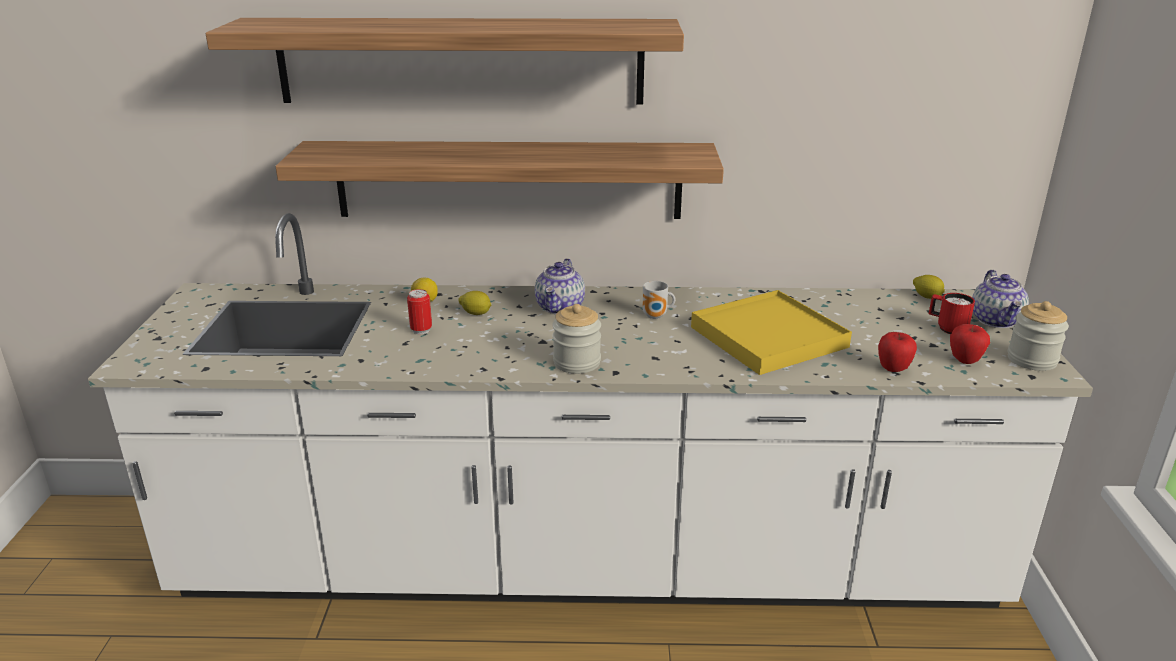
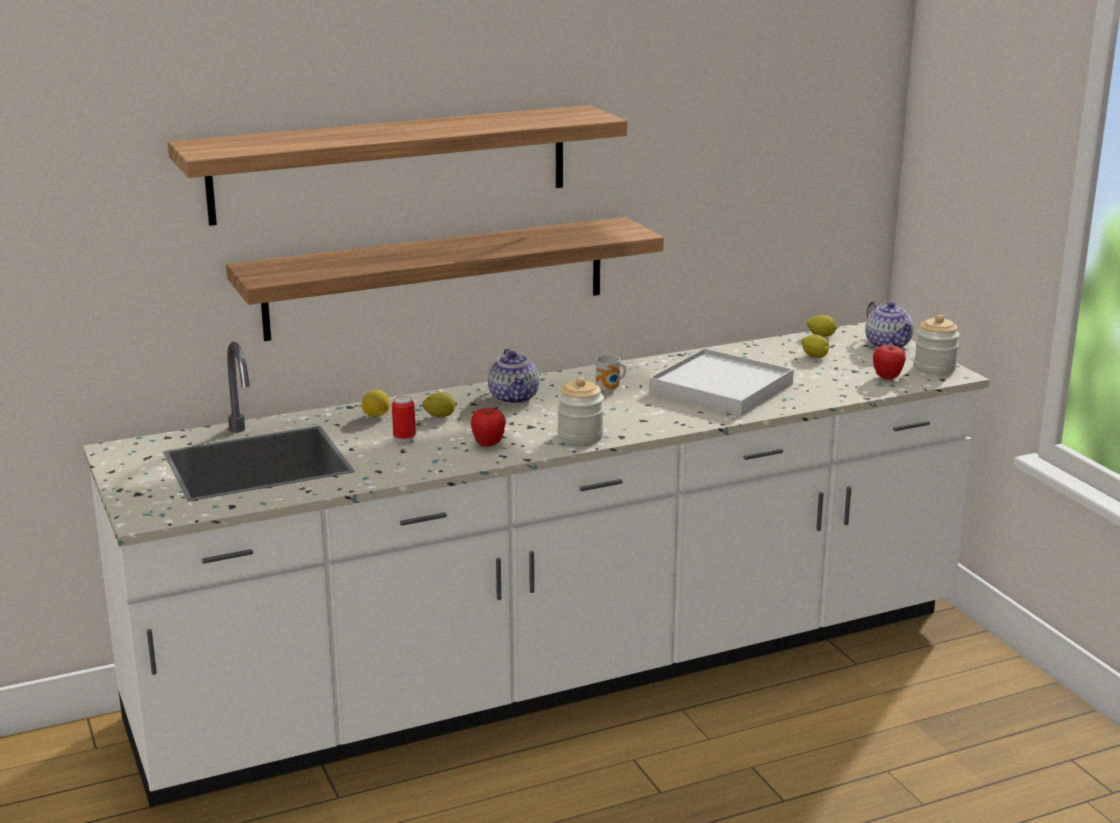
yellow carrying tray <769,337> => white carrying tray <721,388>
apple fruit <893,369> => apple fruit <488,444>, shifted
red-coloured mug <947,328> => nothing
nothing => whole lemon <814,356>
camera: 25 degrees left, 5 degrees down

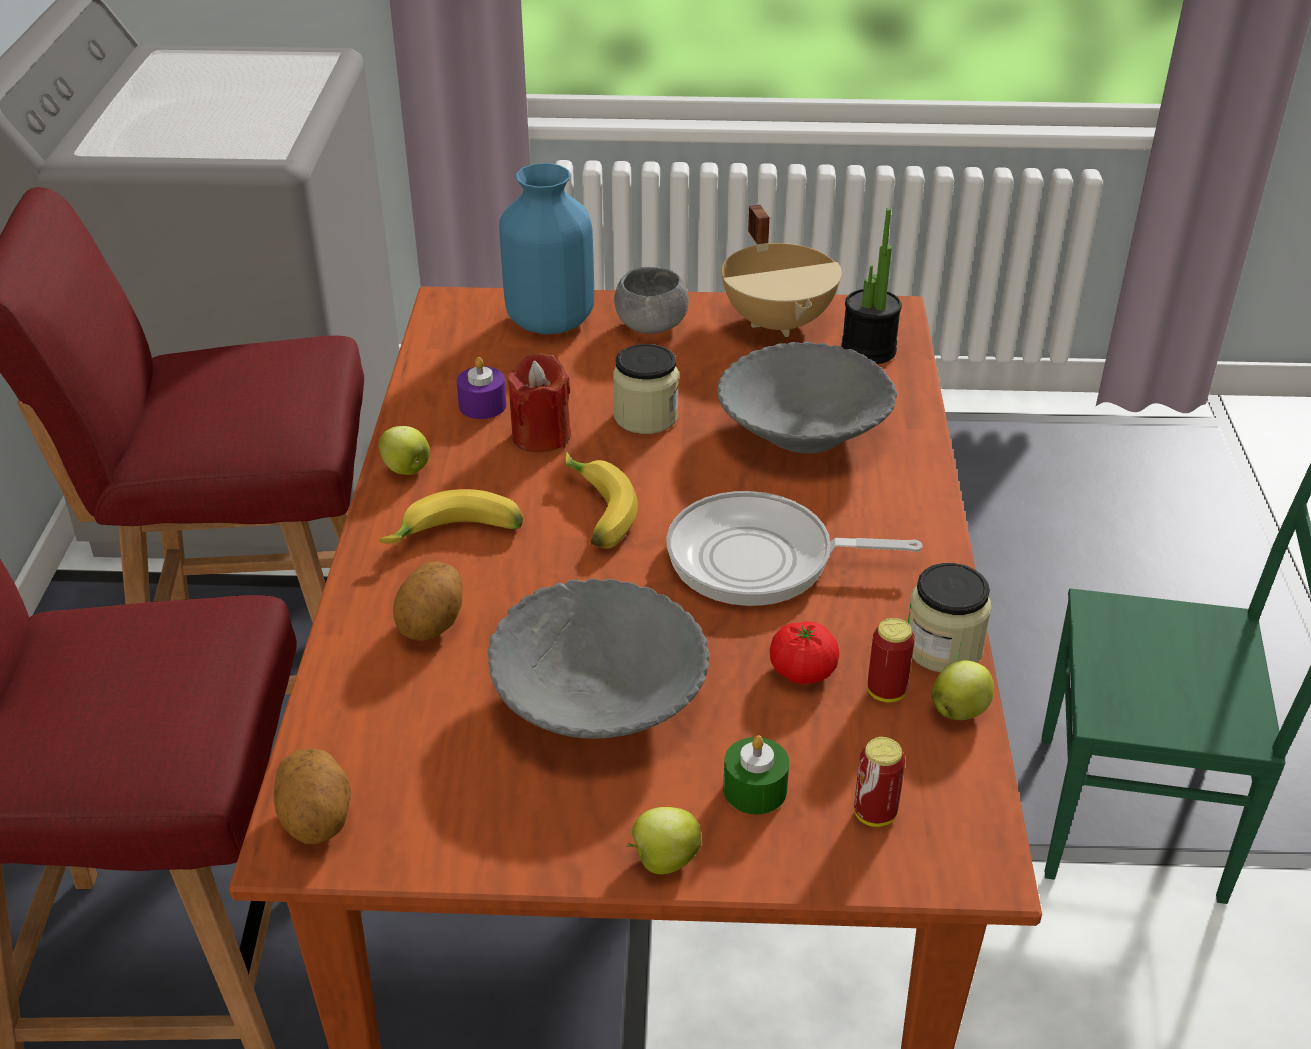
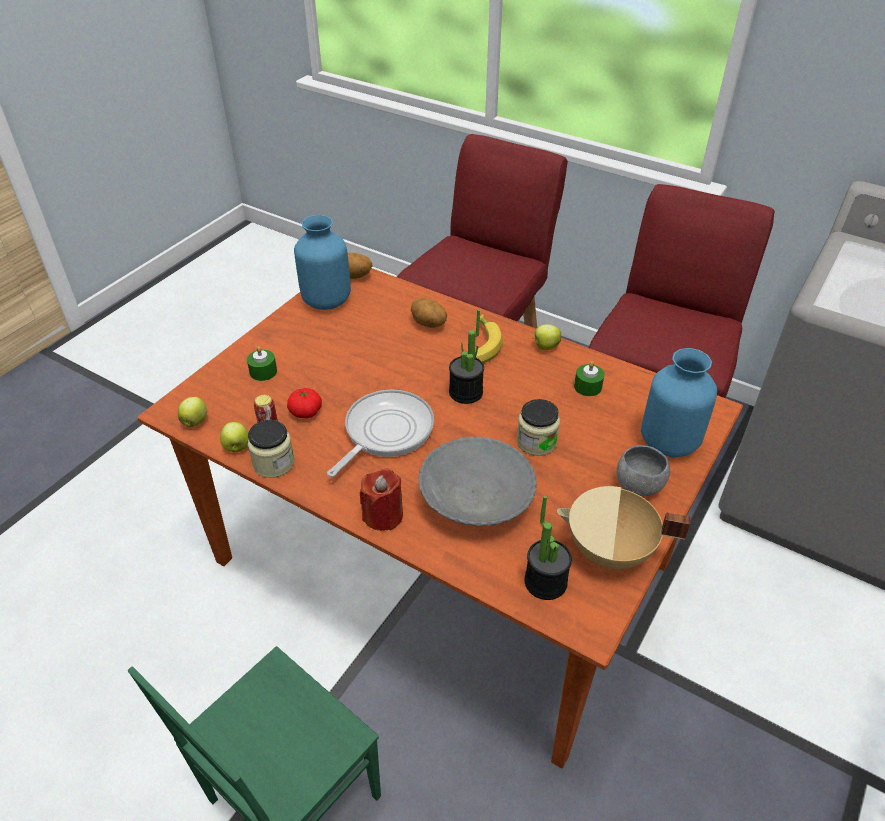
purple-coloured wax candle <482,405> => greenish wax candle <587,387>
greyish bowl <599,699> => nothing
red-coloured wax candle <541,436> => red-coloured wax candle <383,515>, shifted
banana <594,513> => plant in a pot <465,392>
apple fruit <663,861> => apple fruit <195,421>, shifted
can <875,814> => nothing
nothing => blue-coloured flower vase <327,300>
camera: 120 degrees right, 5 degrees up

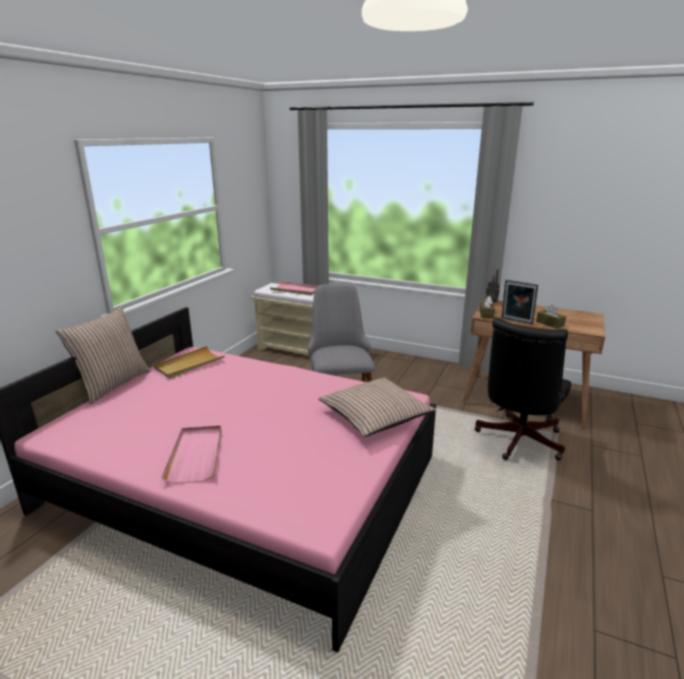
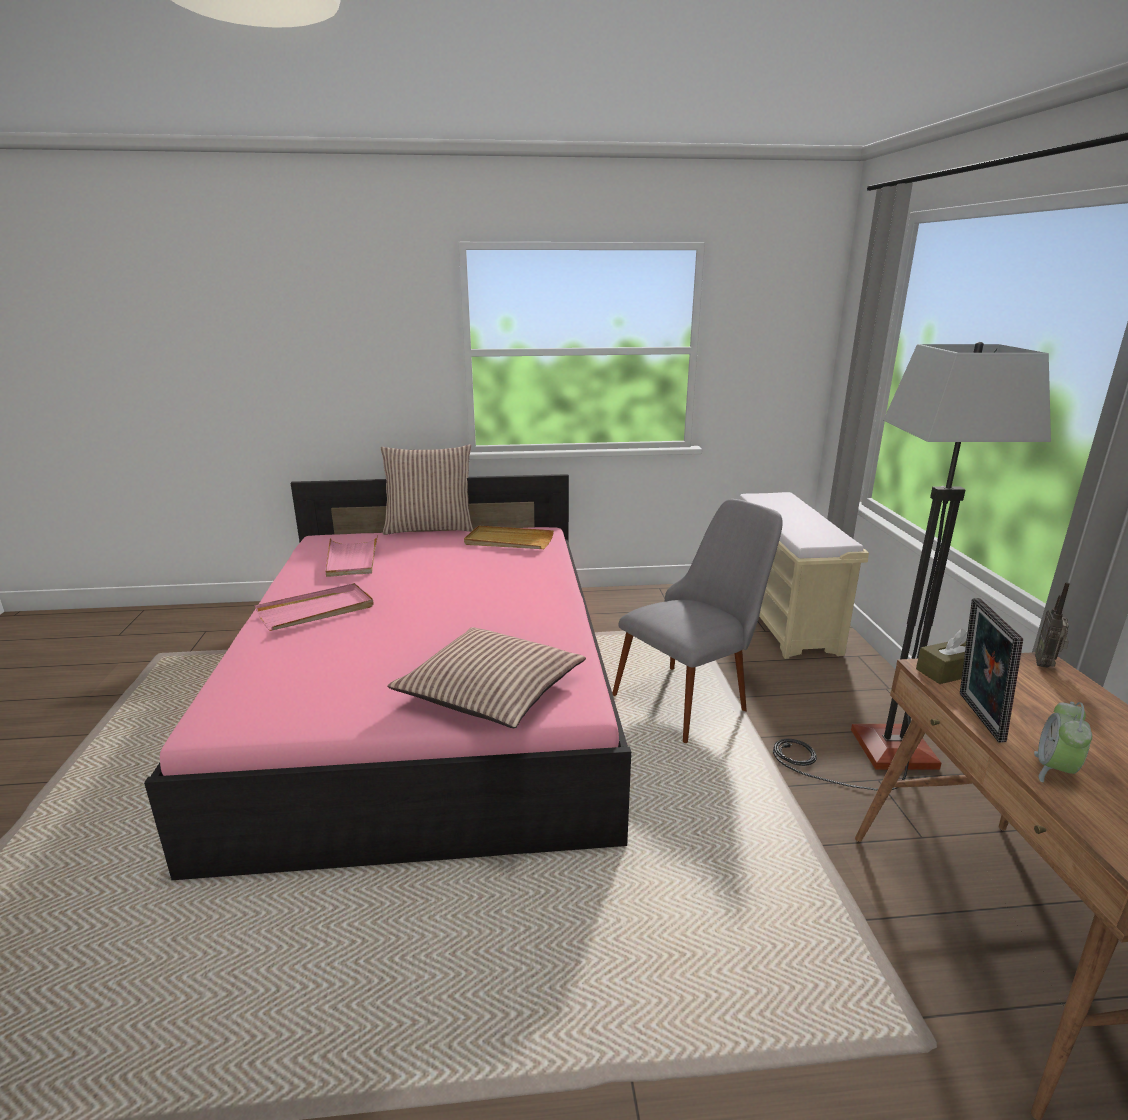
pinkish carrying tray <295,290> => pinkish carrying tray <352,559>, shifted
black-coloured desk chair <517,441> => nothing
brown-coloured tissue holder <550,324> => table clock <1054,770>
nothing => standard lamp <873,753>
camera: 60 degrees right, 0 degrees up

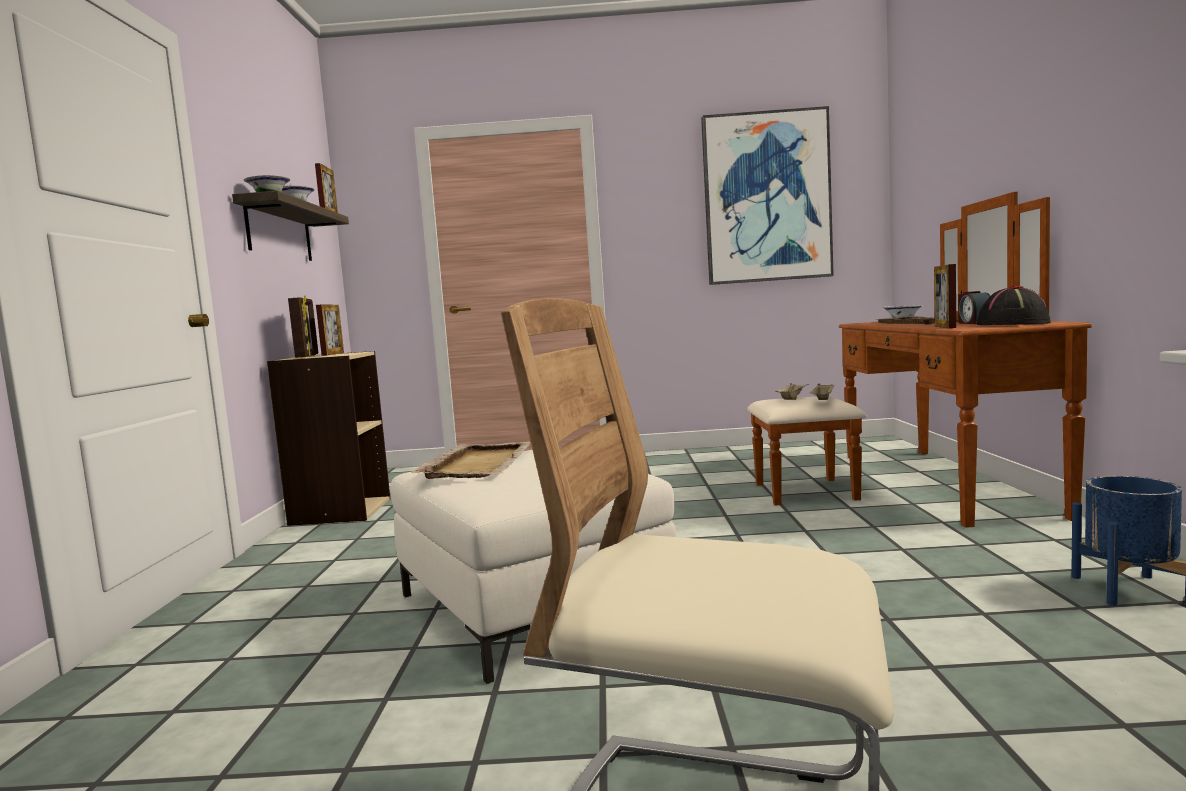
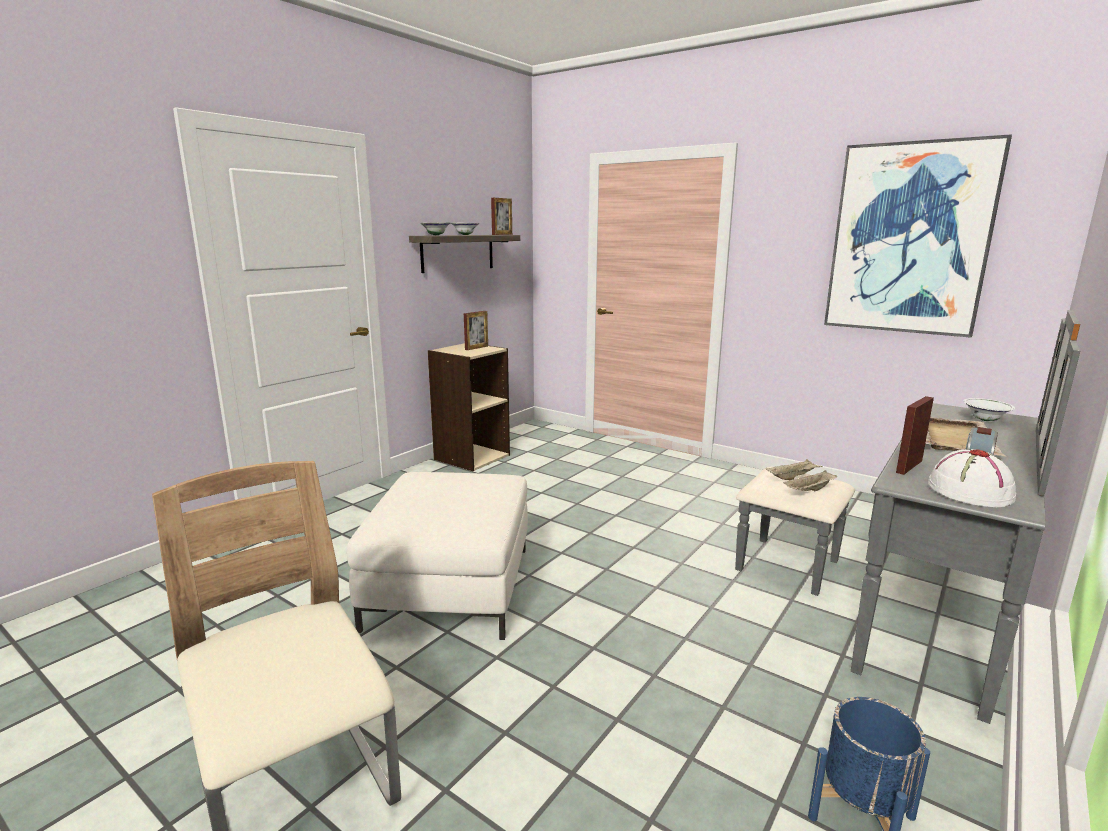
standing frame <308,356> => nothing
beige-coloured carrying tray <478,464> => nothing
brown-coloured drawer chest <910,485> => greyish drawer chest <898,599>
black-coloured clothing hat <1012,324> => white clothing hat <969,491>
camera: 35 degrees right, 10 degrees up

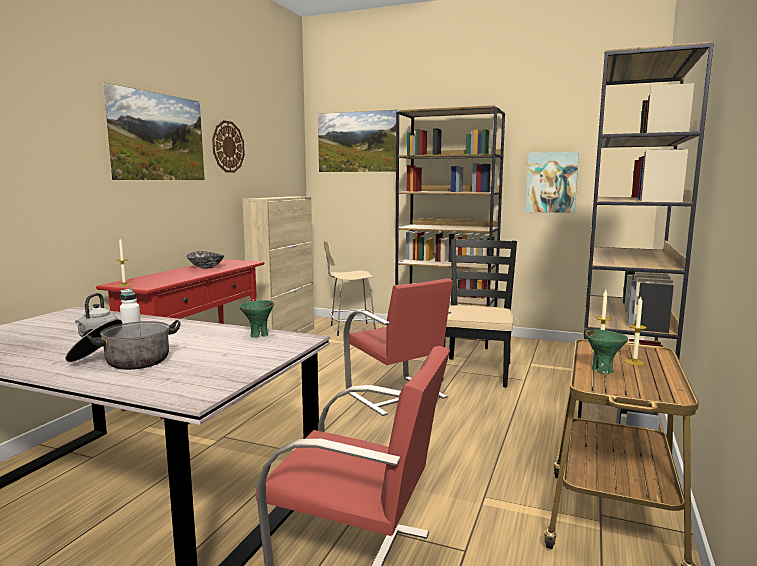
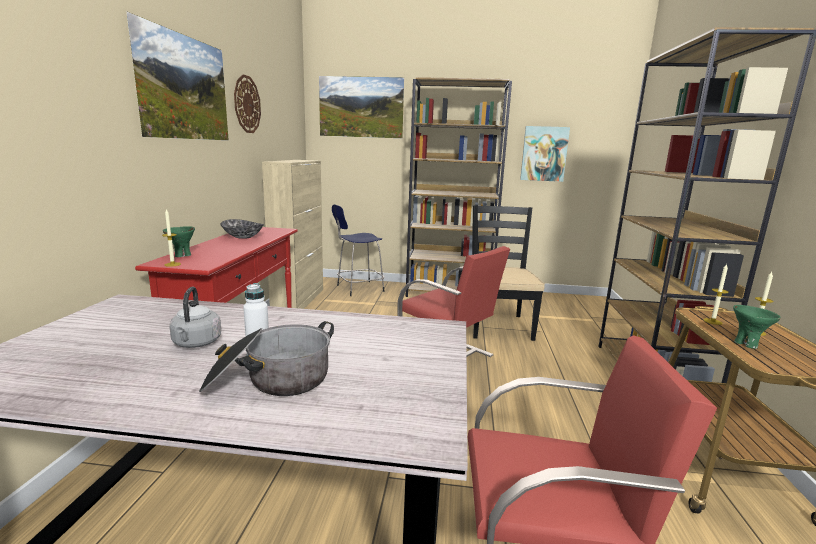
greenish bowl <258,335> => greenish bowl <182,255>, shifted
beige-coloured stool <350,329> => blue-coloured stool <358,288>
camera: 15 degrees left, 5 degrees up

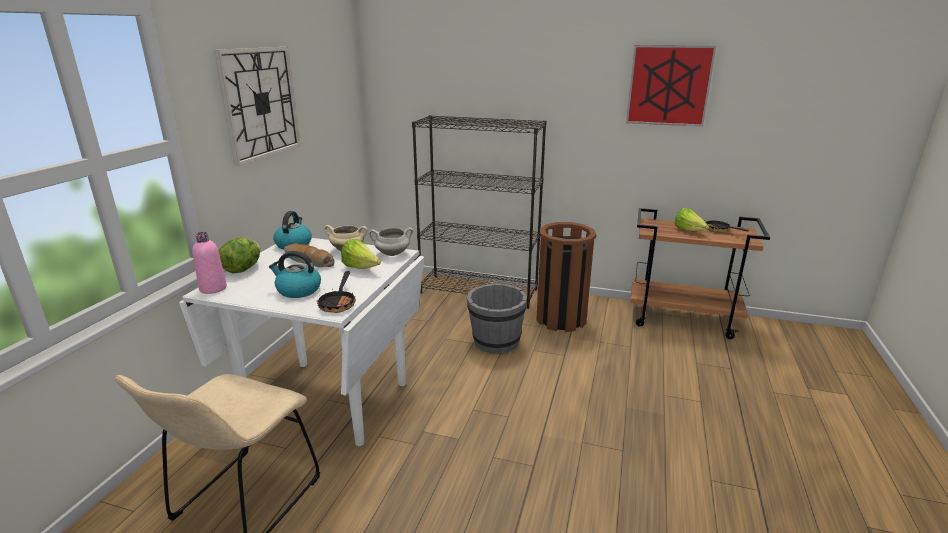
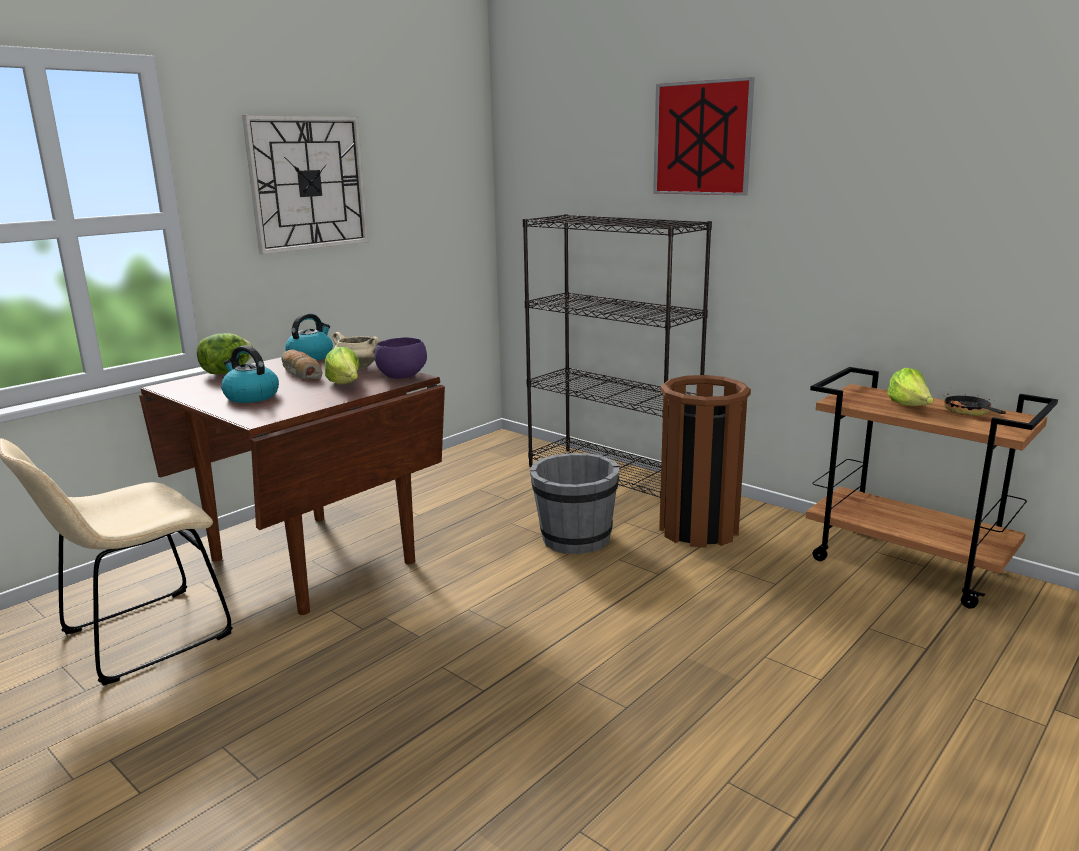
white dinner table <329,399> => brown-coloured dinner table <314,560>
pinkish drink bottle <213,288> => nothing
skillet <339,303> => nothing
white cooking pot <392,254> => purple-coloured bowl <401,376>
wall picture <669,85> => wall picture <702,138>, shifted
camera: 25 degrees right, 5 degrees down

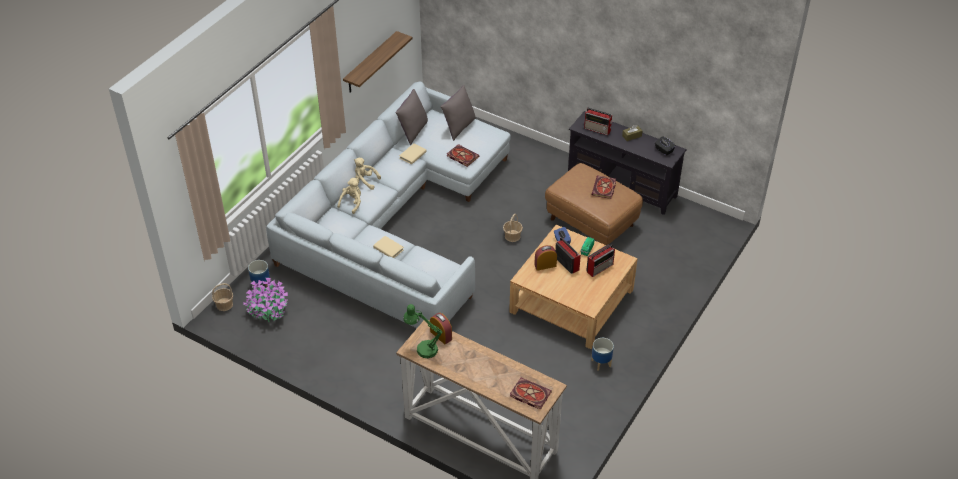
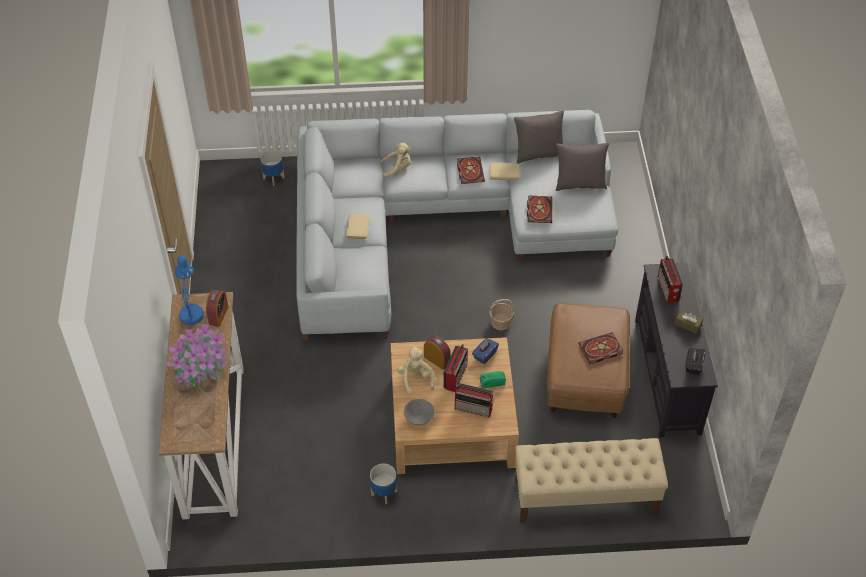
basket <224,304> => nothing
plant in a pot <268,310> => plant in a pot <200,368>, shifted
shelf <370,63> => nothing
beige-coloured plush toy <364,181> => beige-coloured plush toy <416,378>, shifted
greenish lamp for a table <423,348> => blue-coloured lamp for a table <191,311>
bound book <529,394> => bound book <469,171>, shifted
nothing => greyish bowl <419,419>
nothing => beige-coloured bench <585,497>
camera: 55 degrees right, 5 degrees up

